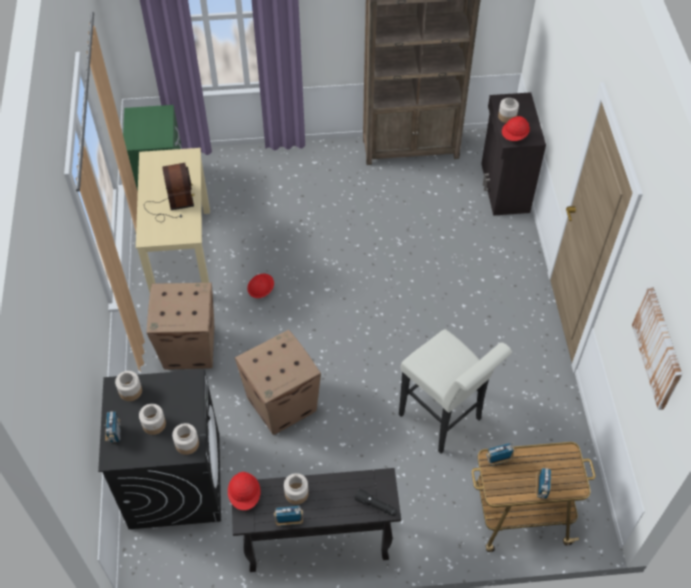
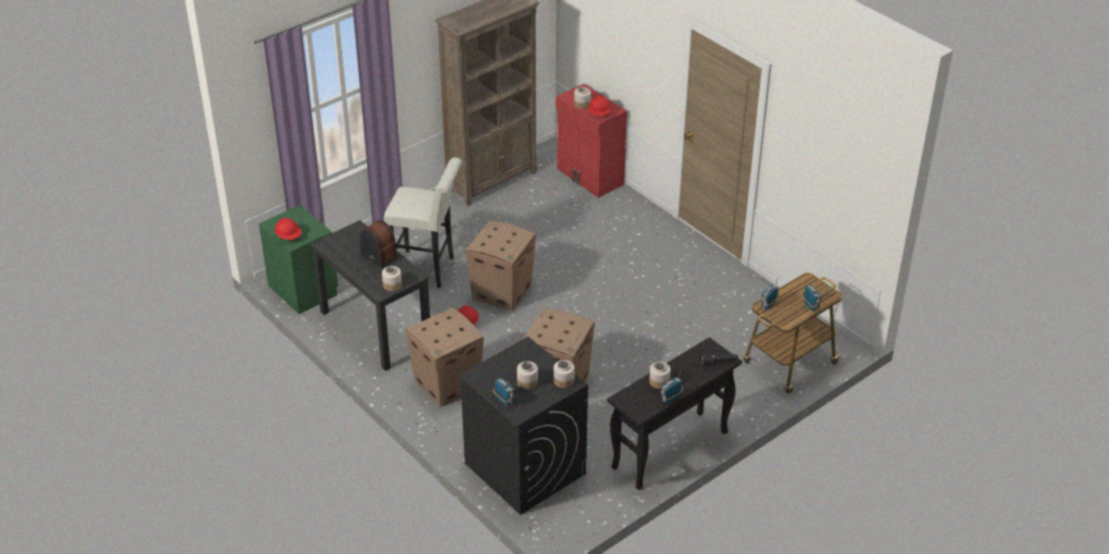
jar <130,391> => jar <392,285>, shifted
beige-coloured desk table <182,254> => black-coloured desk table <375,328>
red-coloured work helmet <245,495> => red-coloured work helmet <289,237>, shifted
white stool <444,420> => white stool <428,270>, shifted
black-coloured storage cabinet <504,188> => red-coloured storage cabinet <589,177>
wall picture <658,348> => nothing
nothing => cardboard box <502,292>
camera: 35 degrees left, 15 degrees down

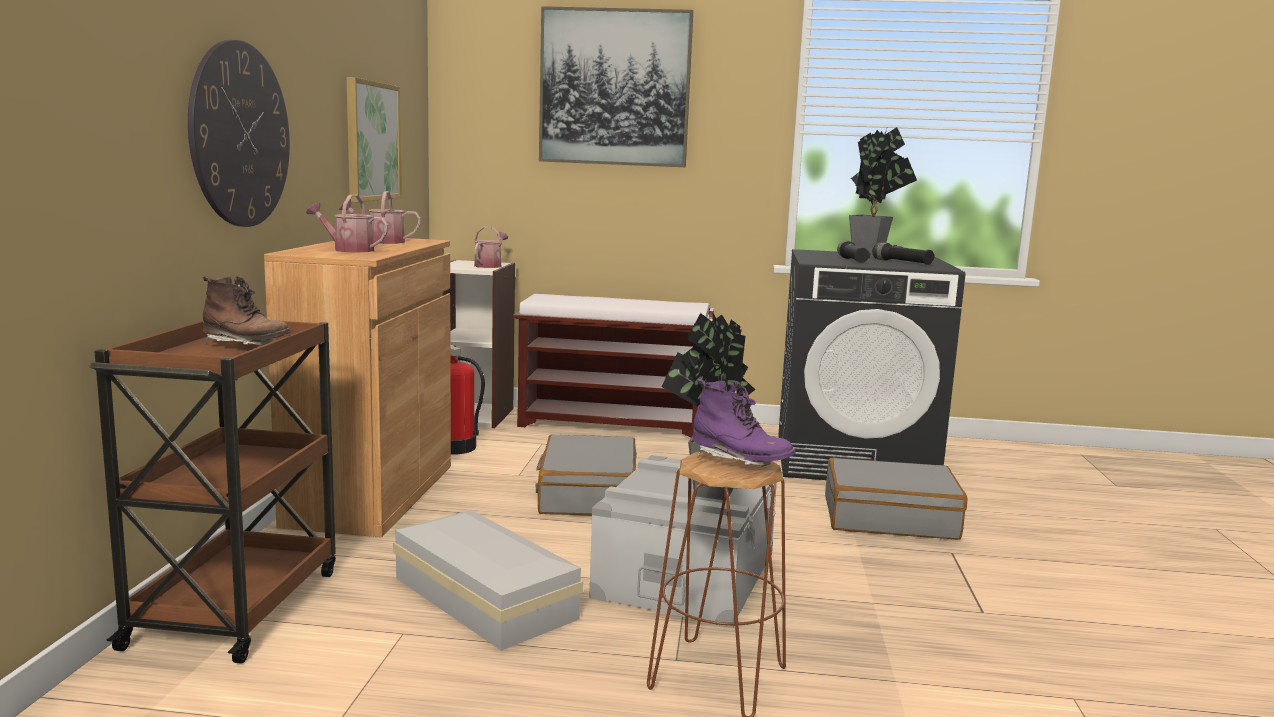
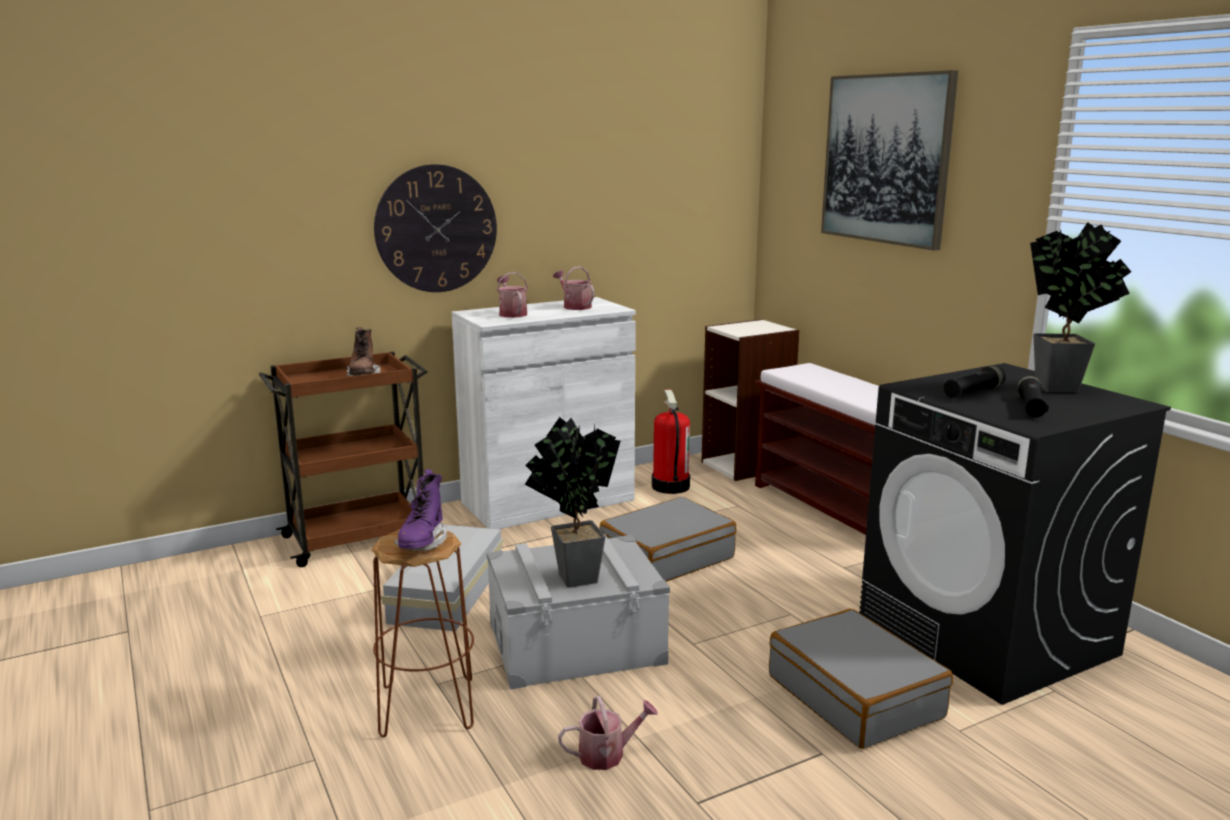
brown-coloured storage cabinet <372,494> => white storage cabinet <548,501>
wall picture <371,141> => nothing
sprinkling can <490,265> => sprinkling can <607,754>, shifted
camera: 55 degrees right, 5 degrees up

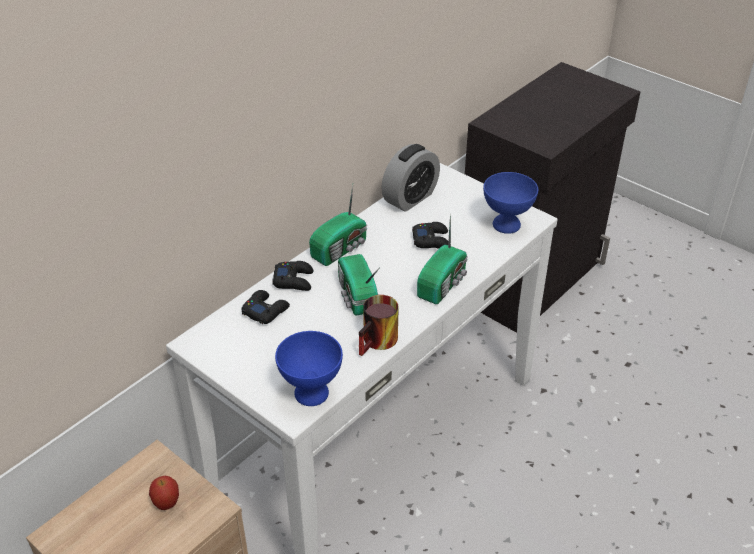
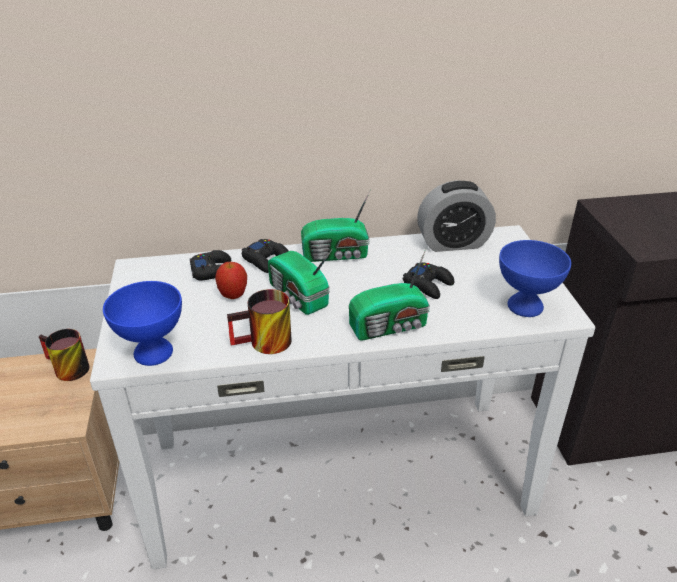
apple fruit <167,504> => apple fruit <233,296>, shifted
radio receiver <356,296> => radio receiver <298,297>, 60 degrees counterclockwise
nothing => mug <65,370>
camera: 40 degrees right, 5 degrees down

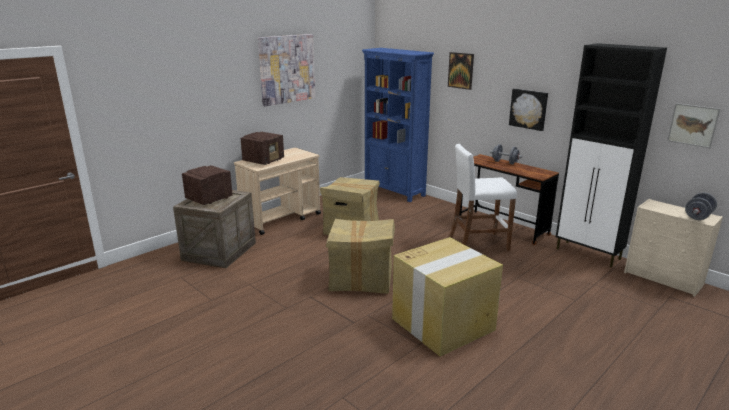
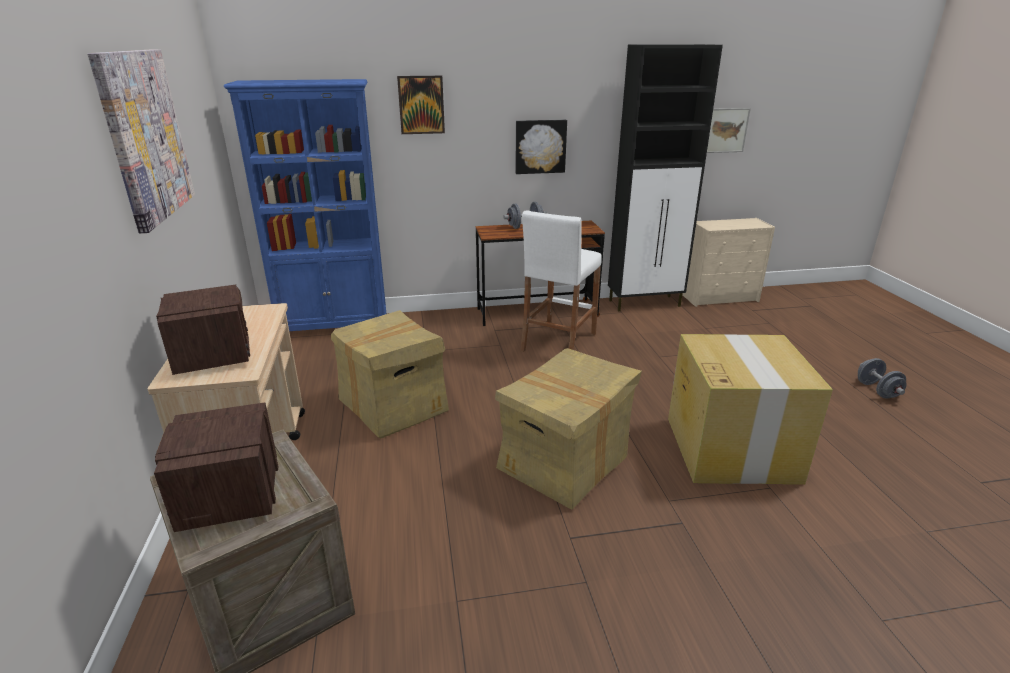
greyish hand weight <698,216> => greyish hand weight <877,390>, shifted
camera: 55 degrees left, 5 degrees up

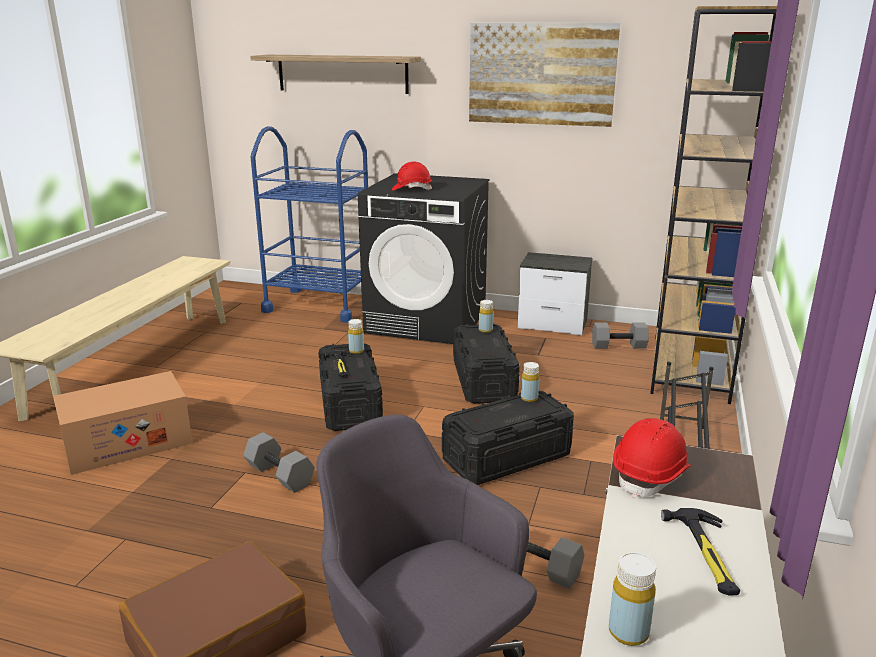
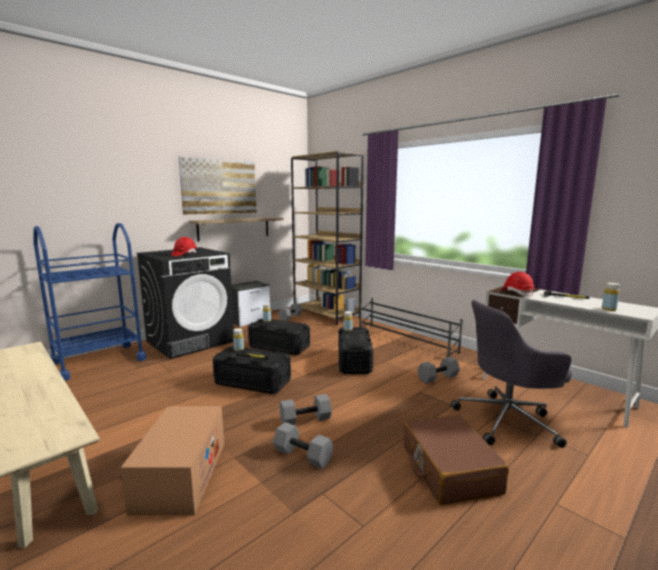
shelf <342,74> => shelf <234,228>, shifted
nothing => greyish hand weight <304,455>
camera: 60 degrees left, 10 degrees down

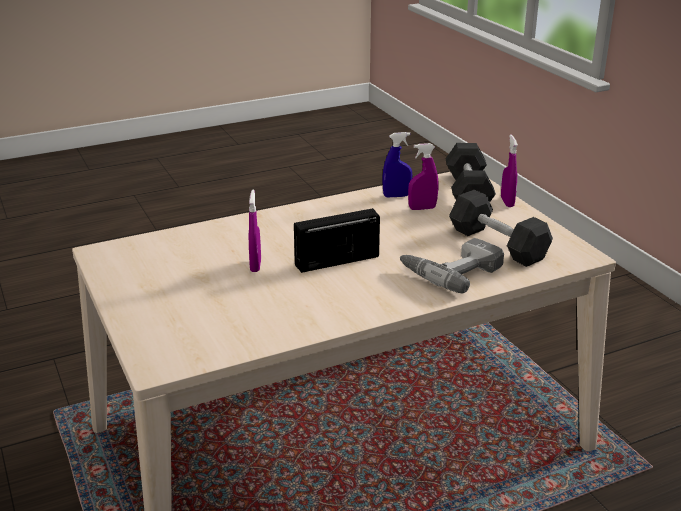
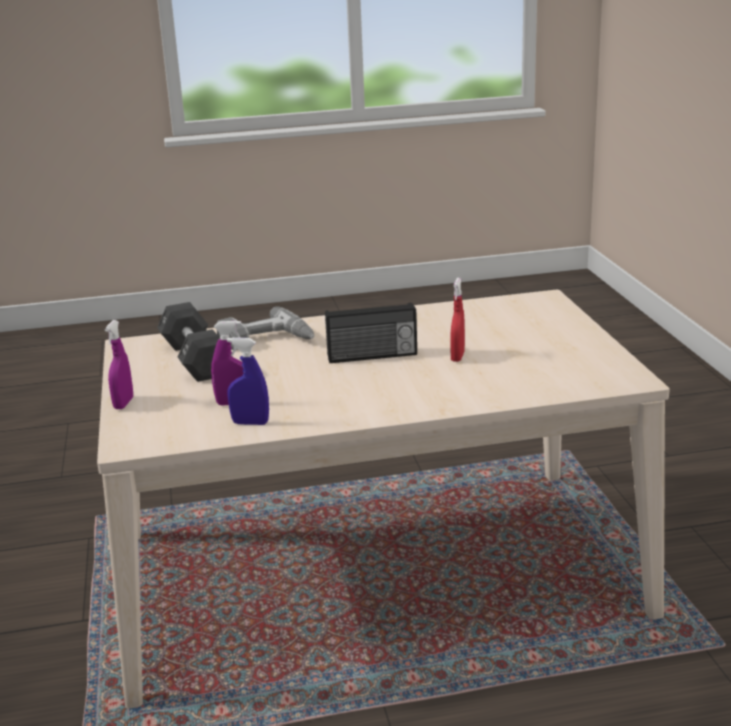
purple-coloured spray bottle <255,265> => red-coloured spray bottle <457,357>
black-coloured hand weight <468,191> => nothing
camera: 165 degrees left, 5 degrees down

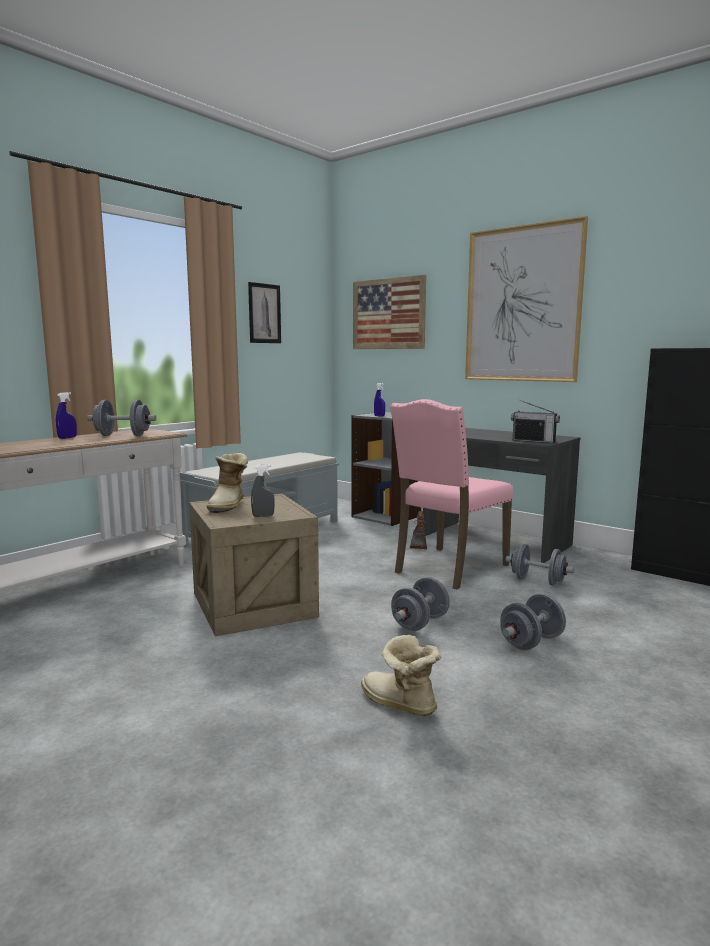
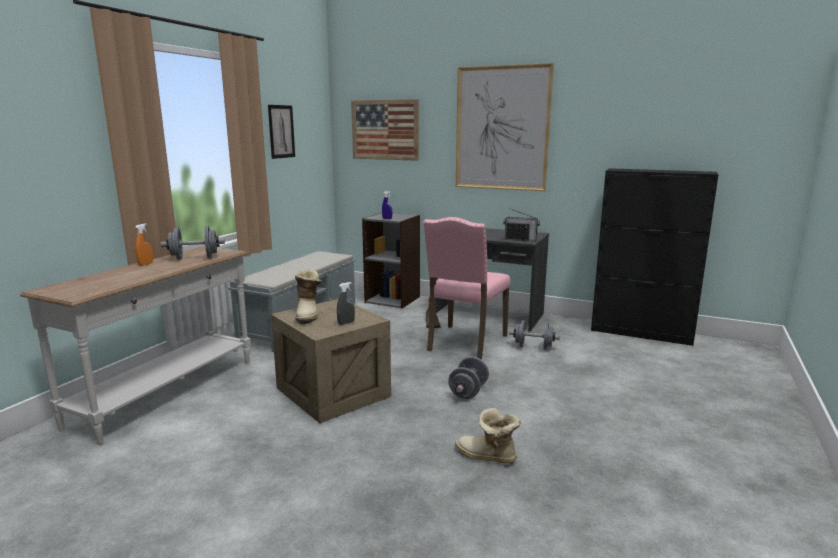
blue-coloured spray bottle <67,438> => orangey spray bottle <146,264>
greyish hand weight <531,642> => nothing
camera: 15 degrees left, 5 degrees up

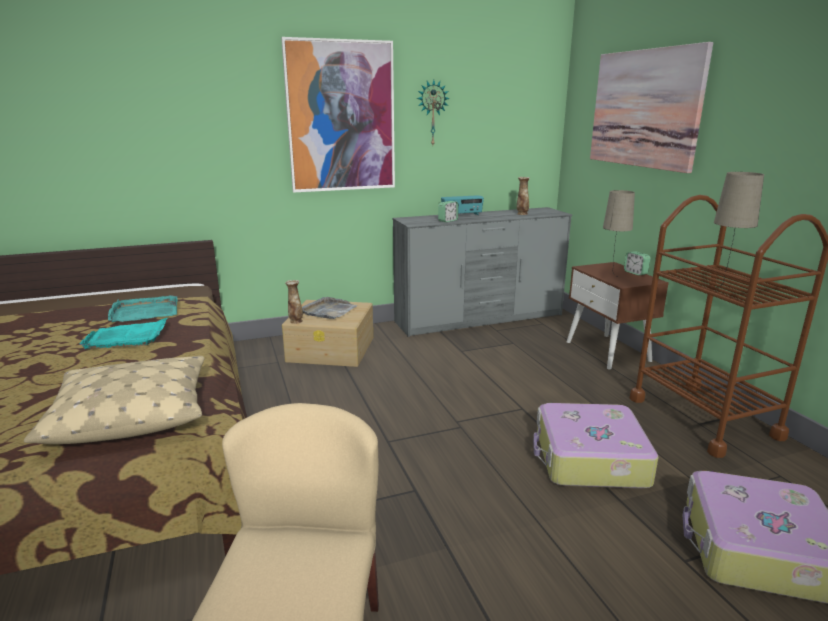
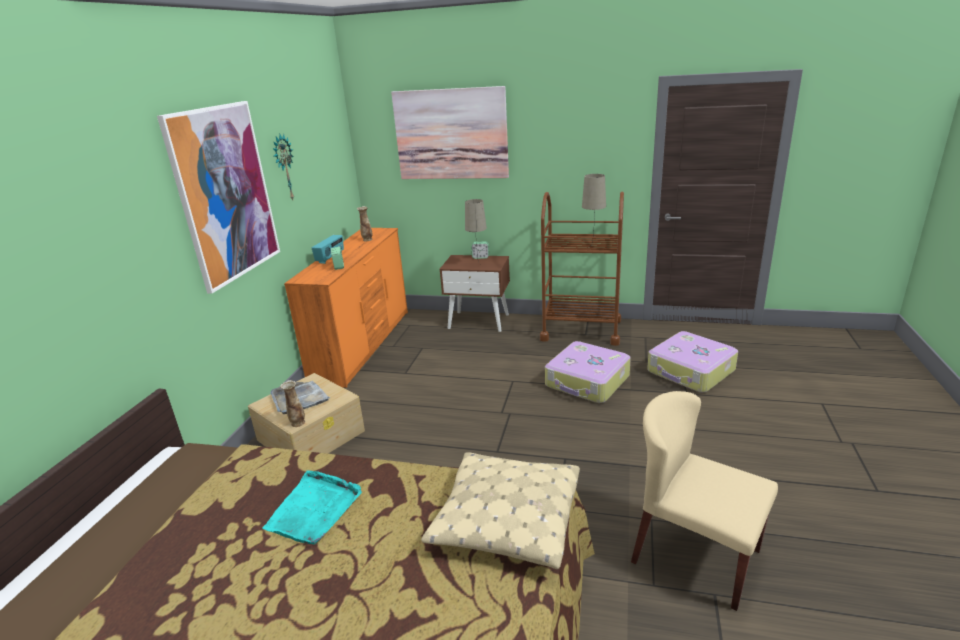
blue-green carrying tray <144,312> => nothing
greyish drawer chest <480,318> => orangey drawer chest <363,345>
camera: 55 degrees left, 5 degrees up

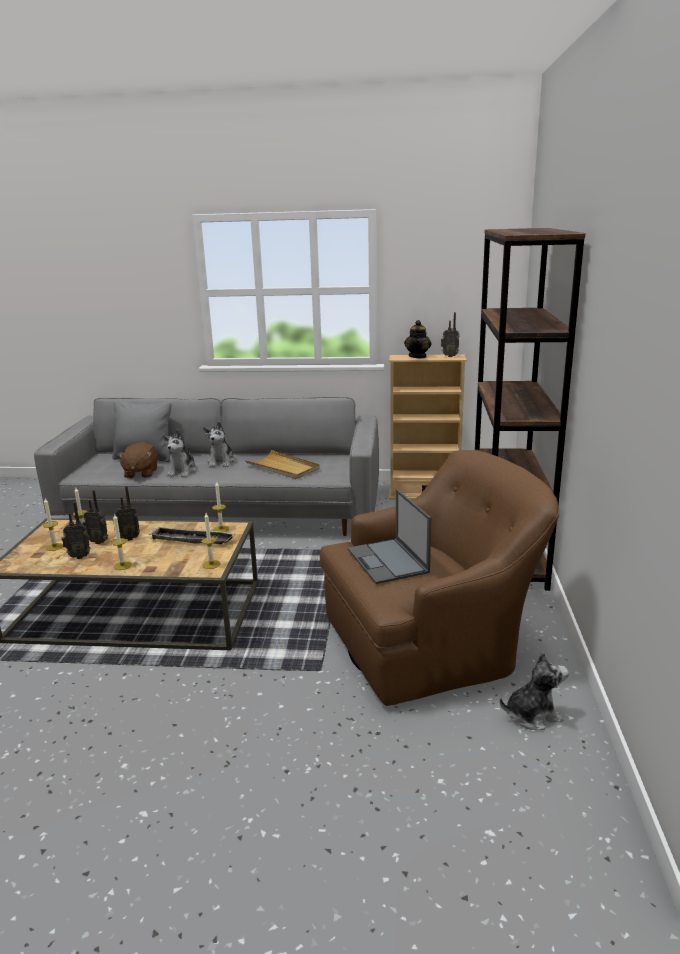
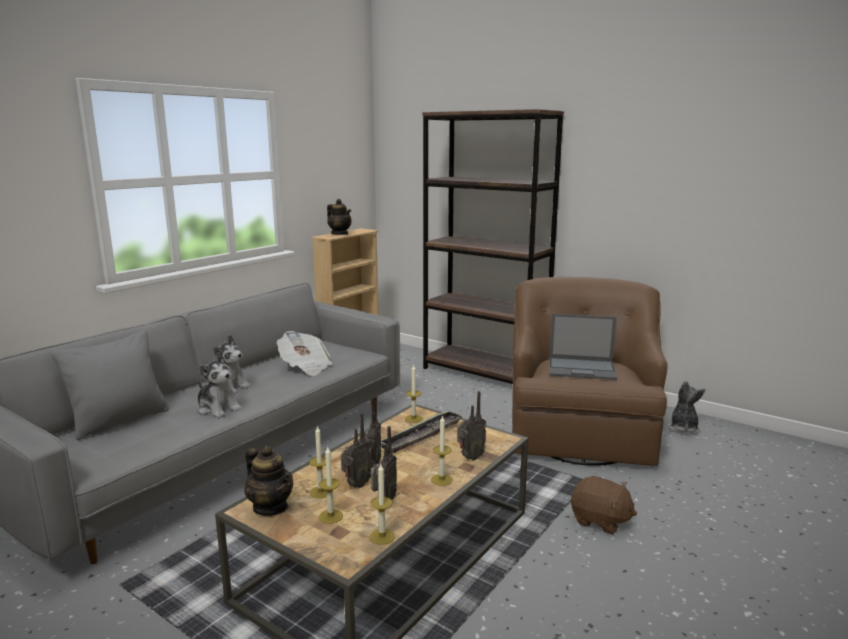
brown-coloured plush toy <140,473> => brown-coloured plush toy <600,521>, shifted
wax candle <211,564> => wax candle <382,536>, shifted
beige-coloured carrying tray <283,467> => newspaper <305,366>
radio receiver <450,356> => radio receiver <469,457>, shifted
nothing => pot for tea <271,507>
camera: 60 degrees left, 5 degrees down

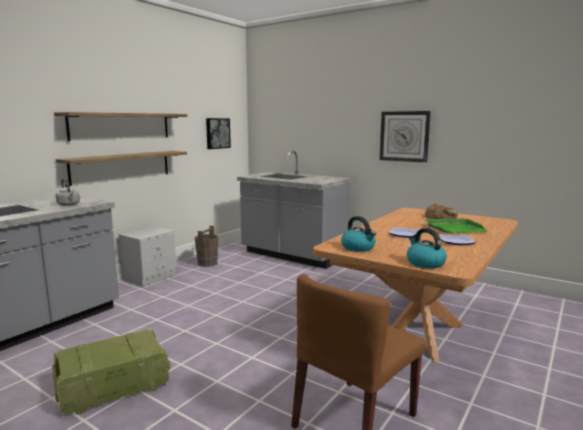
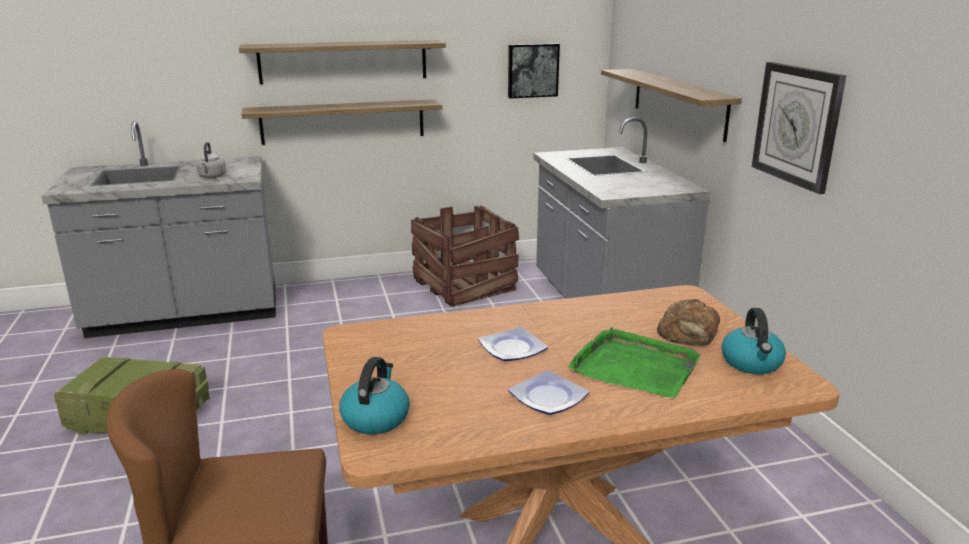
greyish night table <149,277> => nothing
brown-coloured water bucket <207,263> => crate <464,285>
kettle <358,248> => kettle <752,363>, shifted
nothing => shelf <678,102>
camera: 40 degrees right, 10 degrees up

